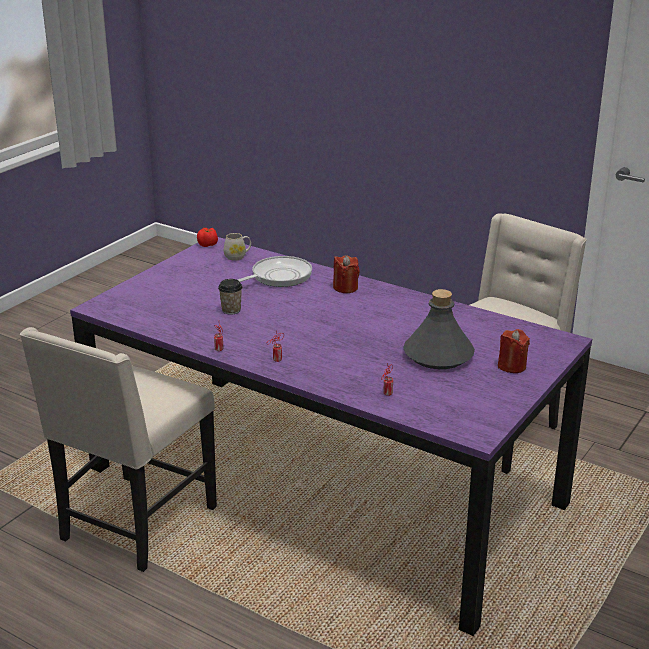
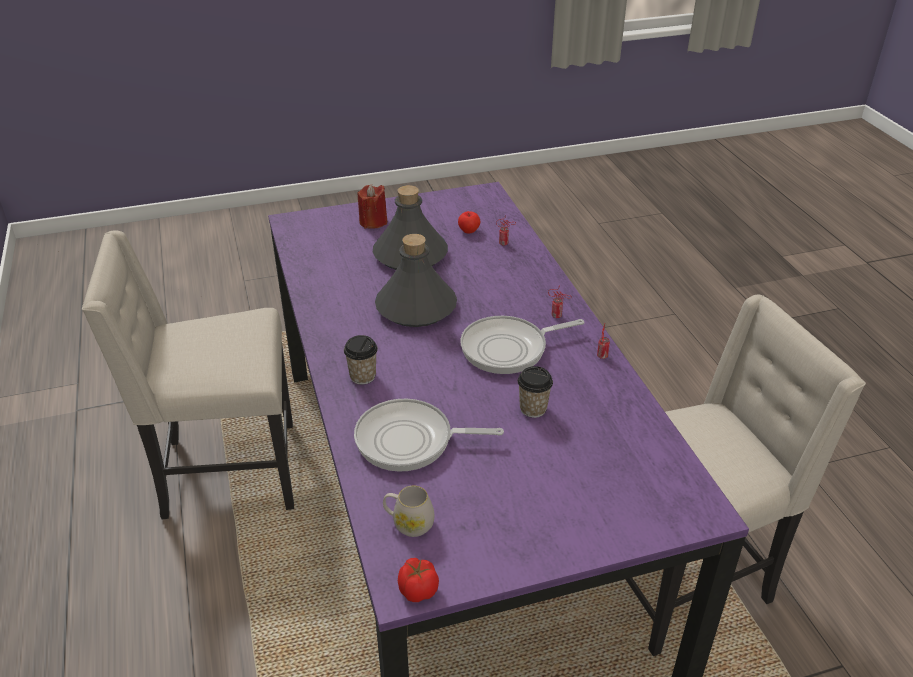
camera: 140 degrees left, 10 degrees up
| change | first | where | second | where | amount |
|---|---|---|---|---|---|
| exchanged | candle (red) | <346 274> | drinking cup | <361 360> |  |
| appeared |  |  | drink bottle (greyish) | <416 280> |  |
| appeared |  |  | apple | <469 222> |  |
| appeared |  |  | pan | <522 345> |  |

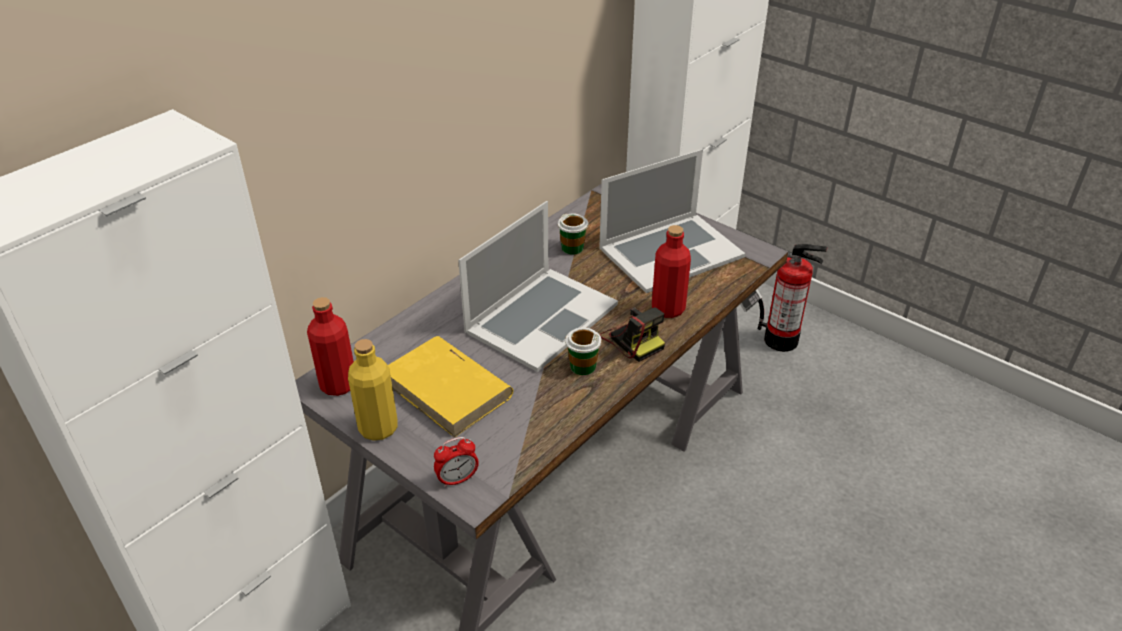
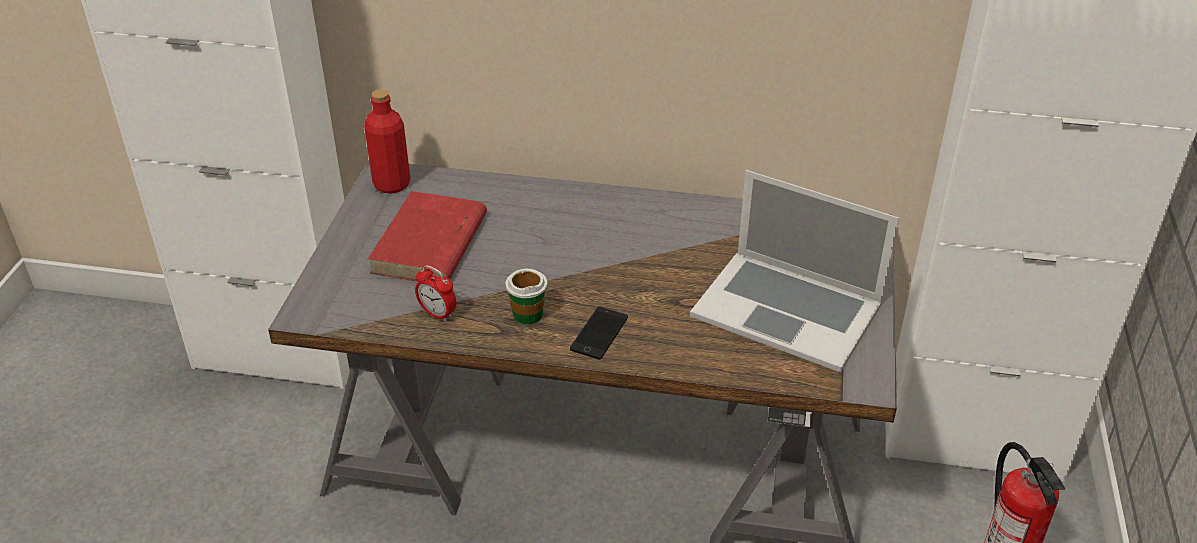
camera: 60 degrees right, 0 degrees up
| change | first | where | second | where | amount |
|---|---|---|---|---|---|
| missing | drink bottle (yellow-coloured) | <373 390> |  |  |  |
| colour | bound book (yellow-coloured) | <450 387> | bound book (red) | <427 236> |  |
| relocated | alarm clock | <456 462> |  | <436 293> |  |
| missing | portable computer | <538 286> |  |  |  |
| missing | drinking cup | <573 234> |  |  |  |
| exchanged | still camera | <632 334> | telephone | <599 333> |  |
| missing | drink bottle (red) | <671 271> |  |  |  |

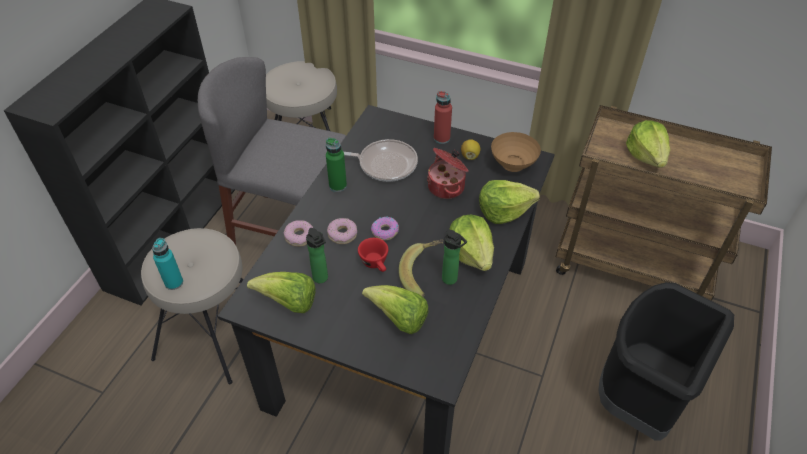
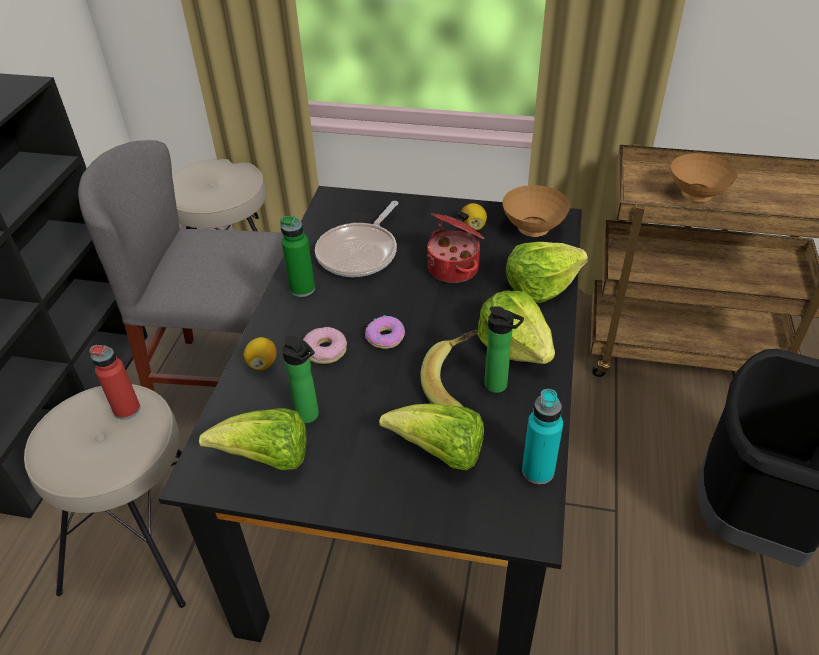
camera: 10 degrees left, 5 degrees down
| change | first | where | second | where | amount |
|---|---|---|---|---|---|
| relocated | drink bottle (turquoise) | <167 264> |  | <542 436> |  |
| exchanged | doughnut | <298 233> | citrus fruit | <260 353> |  |
| spun | pan | <381 160> |  | <357 239> | 120 degrees clockwise |
| missing | drinking cup (red) | <373 255> |  |  |  |
| relocated | drink bottle (red) | <443 117> |  | <114 382> |  |
| exchanged | lettuce | <648 144> | deep dish (brownish) | <704 177> |  |

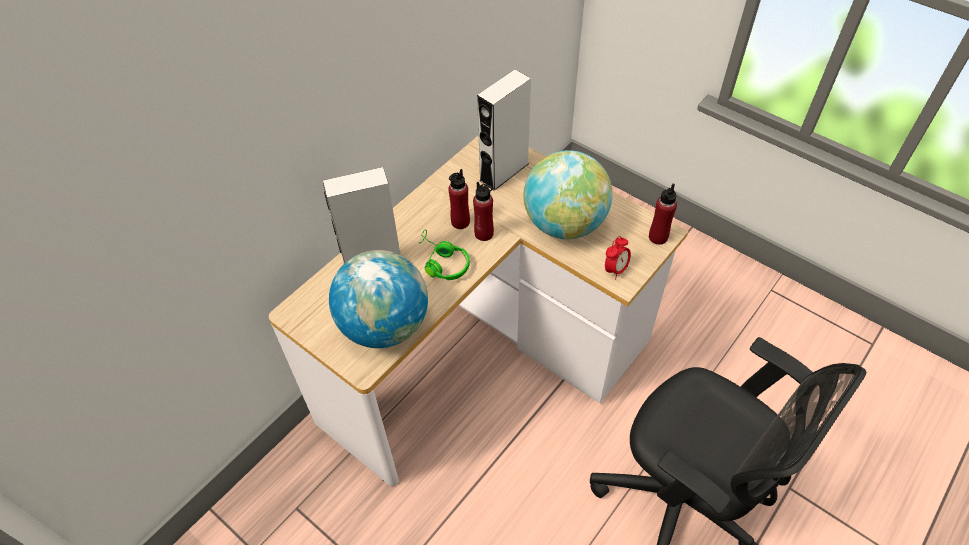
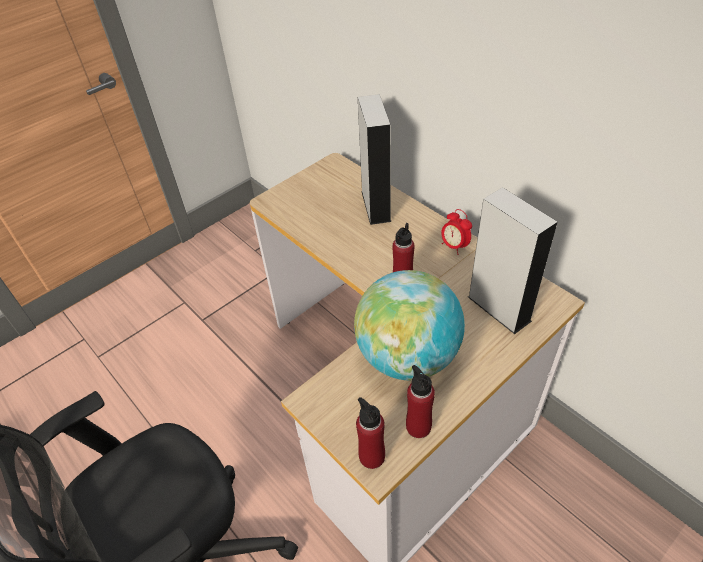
camera: 100 degrees right, 5 degrees down
| change | first | where | second | where | amount |
|---|---|---|---|---|---|
| missing | world globe | <378 299> |  |  |  |
| missing | headphones (greenish) | <444 255> |  |  |  |
| relocated | drink bottle (red) | <459 199> |  | <420 401> |  |
| relocated | alarm clock | <618 258> |  | <456 232> |  |

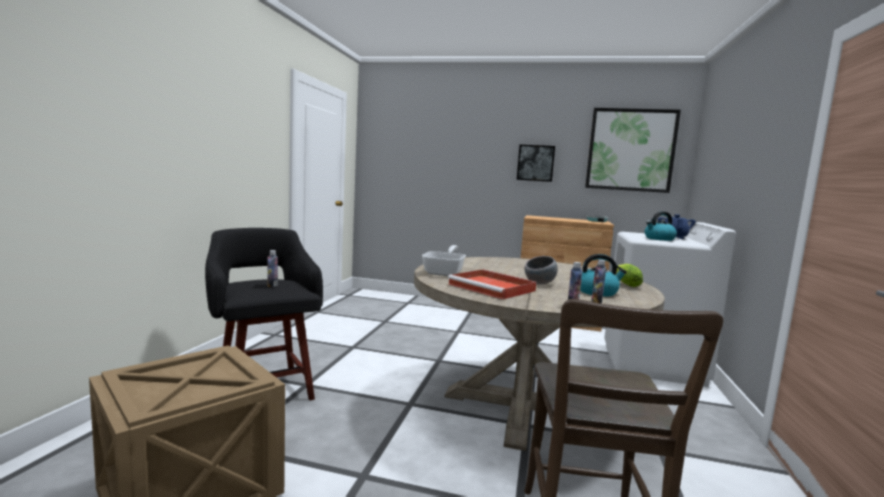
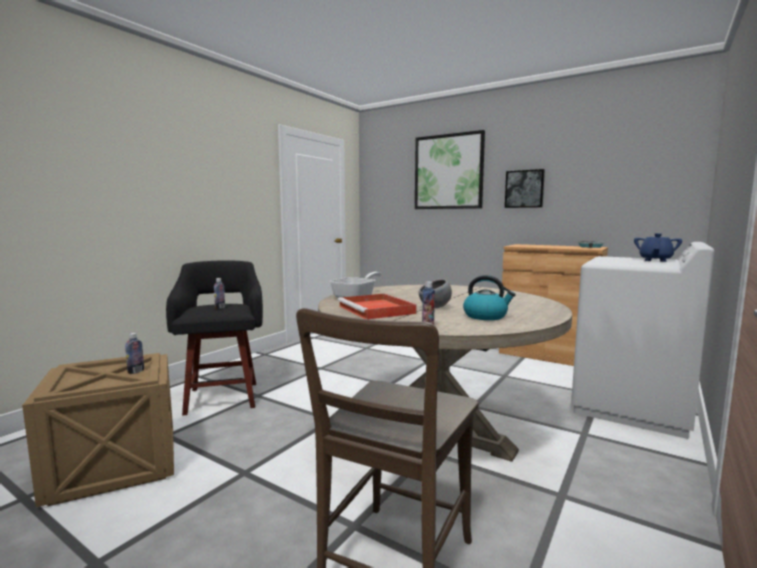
camera: 20 degrees right, 0 degrees up
| change | first | where | second | where | amount |
|---|---|---|---|---|---|
| relocated | wall picture | <633 150> |  | <450 169> |  |
| relocated | drink bottle | <598 281> |  | <134 353> |  |
| missing | lettuce | <629 275> |  |  |  |
| missing | tea kettle | <661 226> |  |  |  |

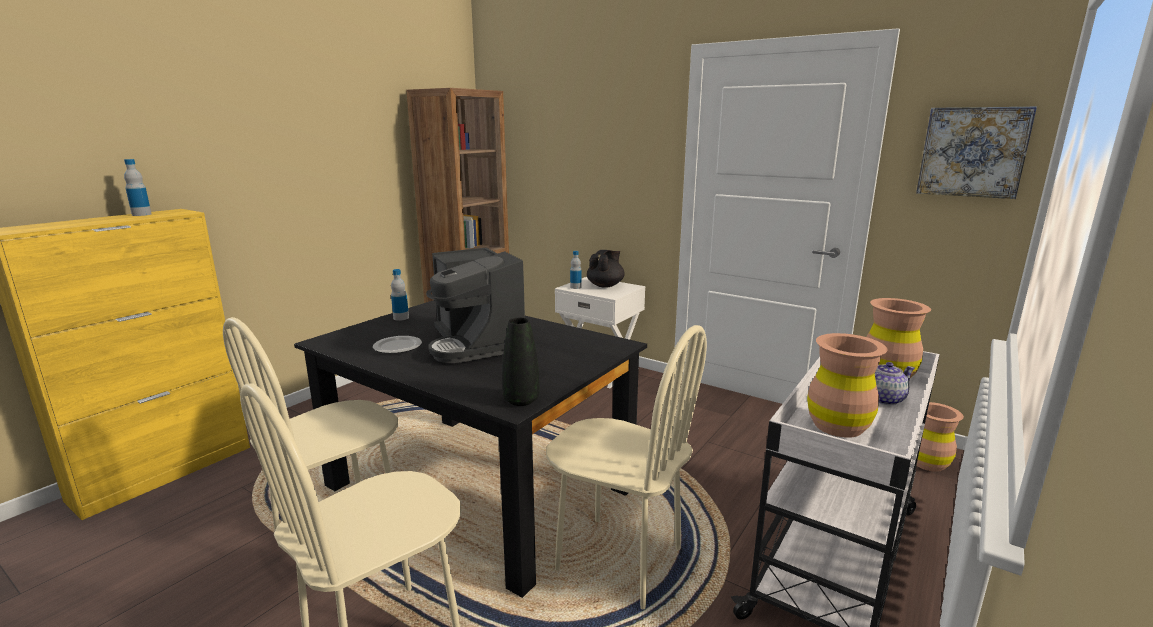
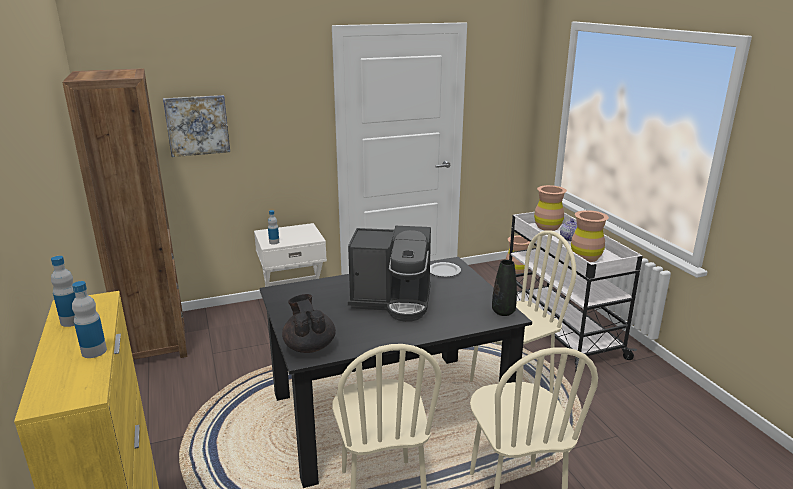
camera: 55 degrees left, 5 degrees up
| change | first | where | second | where | amount |
|---|---|---|---|---|---|
| relocated | plate | <397 344> |  | <445 269> |  |
| relocated | drink bottle | <400 295> |  | <89 319> |  |
| relocated | pot for tea (black-coloured) | <606 269> |  | <309 323> |  |
| relocated | wall picture | <976 152> |  | <196 126> |  |

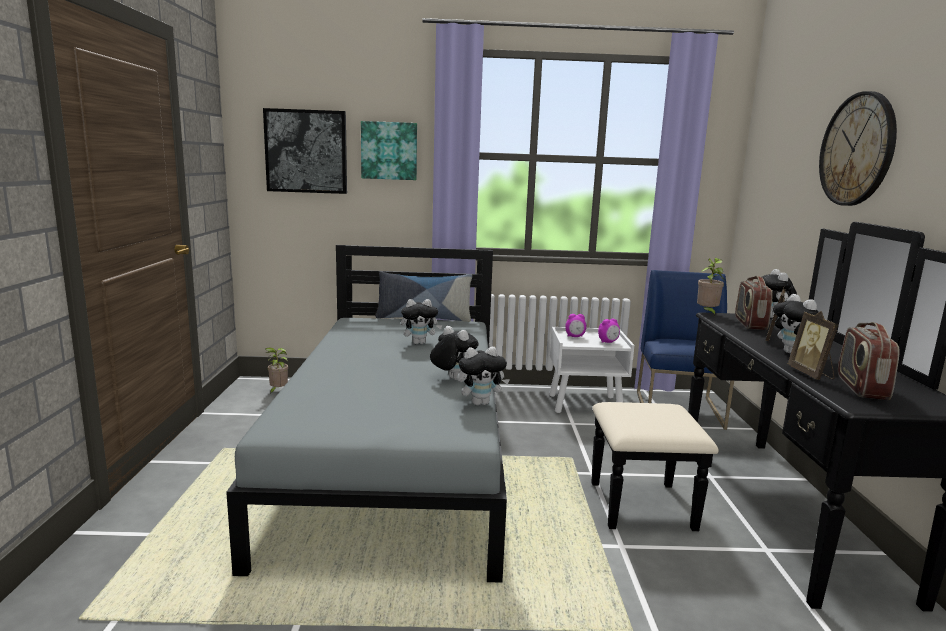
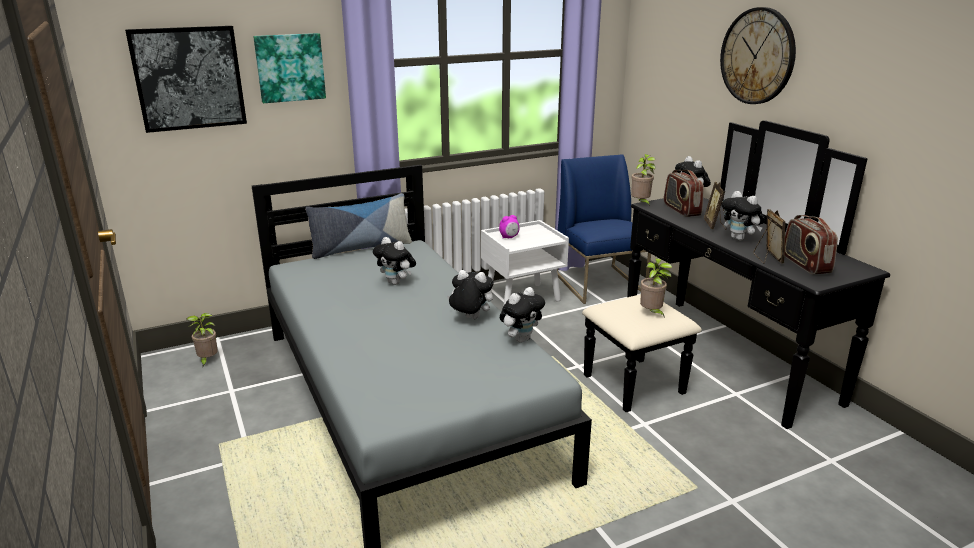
camera: 25 degrees left, 10 degrees up
| change | first | where | second | where | amount |
|---|---|---|---|---|---|
| spun | plush toy | <421 321> |  | <394 261> | 75 degrees clockwise |
| missing | alarm clock | <609 330> |  |  |  |
| spun | standing frame | <813 345> |  | <769 236> | 150 degrees counterclockwise |
| appeared |  |  | houseplant | <656 288> |  |

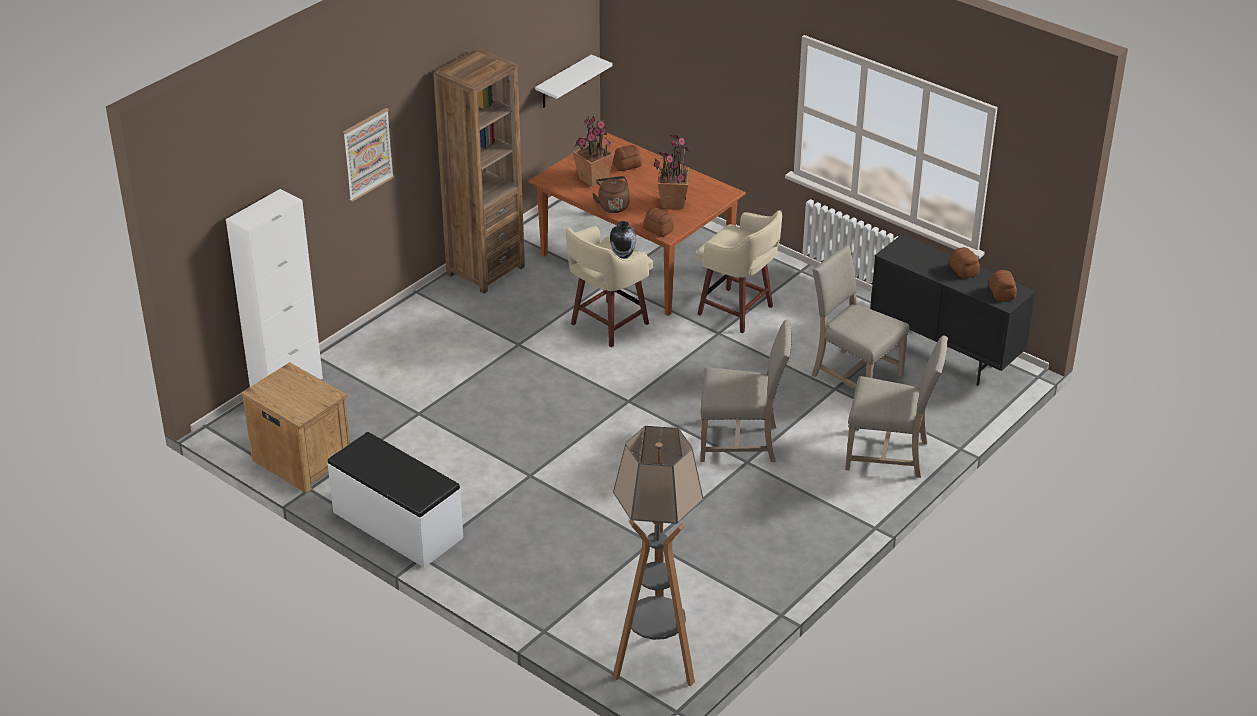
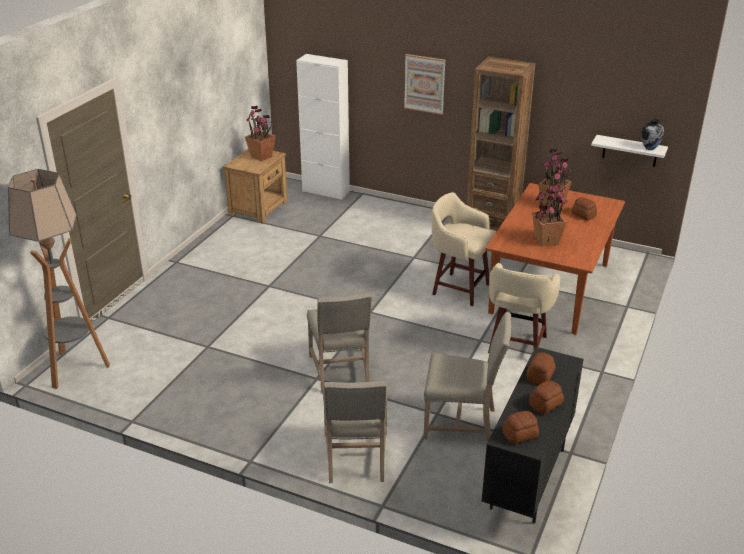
camera: 75 degrees right, 5 degrees down
| change | first | where | second | where | amount |
|---|---|---|---|---|---|
| missing | long seat (whitish) | <395 500> |  |  |  |
| missing | tea kettle (brownish) | <610 194> |  |  |  |
| relocated | flower vase | <623 240> |  | <653 134> |  |
| relocated | baked bread | <658 222> |  | <541 368> |  |
| spun | upright chair (sand-coloured) | <860 317> |  | <467 376> | 75 degrees clockwise |
| appeared |  |  | houseplant | <260 133> |  |

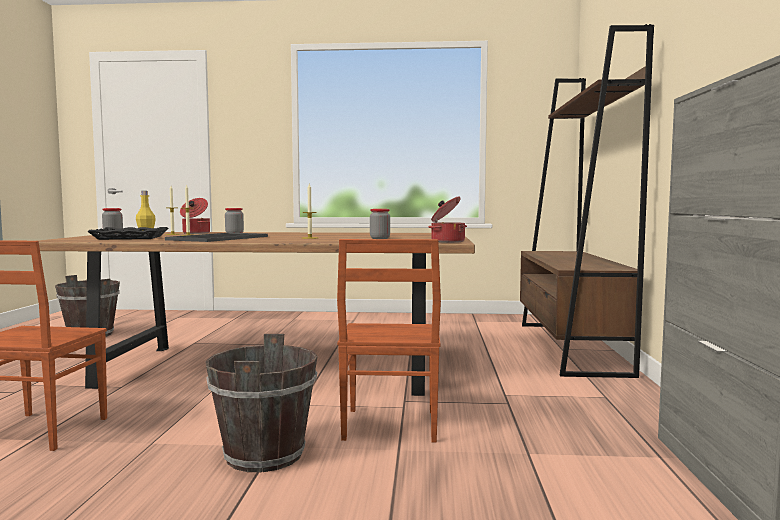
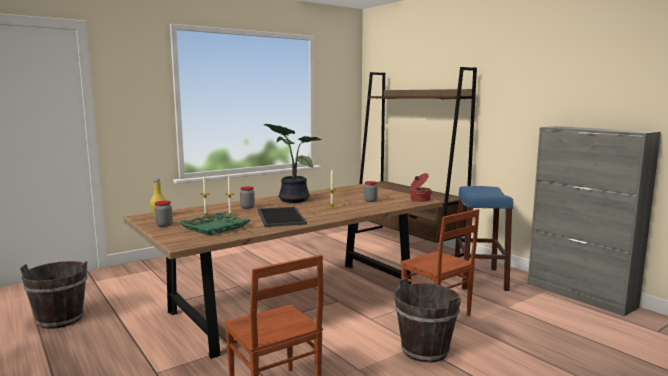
camera: 40 degrees left, 5 degrees up
| change | first | where | second | where | amount |
|---|---|---|---|---|---|
| colour | carrying tray (black-coloured) | <127 233> | carrying tray (greenish) | <214 224> |  |
| missing | cooking pot | <195 216> |  |  |  |
| appeared |  |  | houseplant | <292 163> |  |
| appeared |  |  | sitting stool (blue) | <484 238> |  |

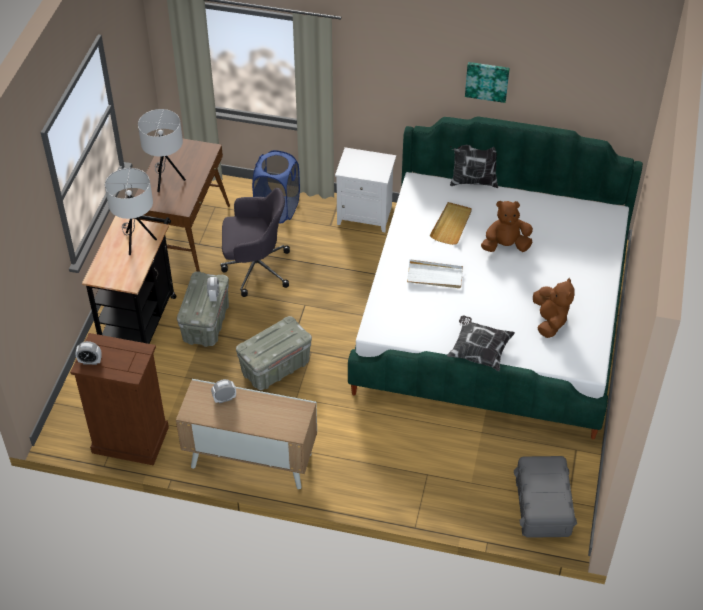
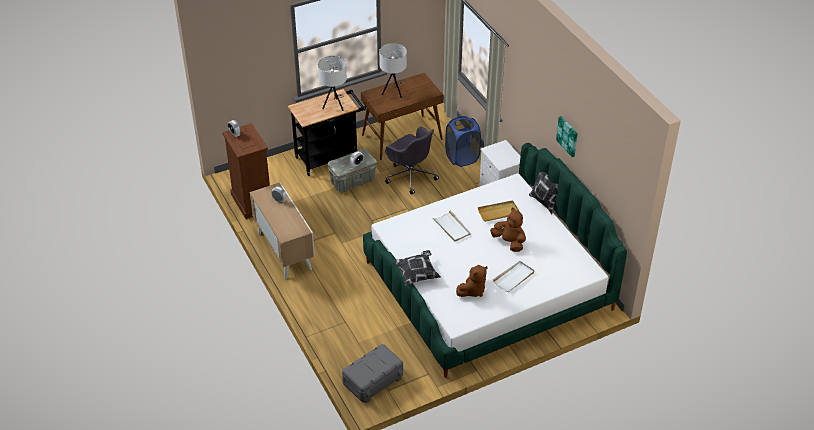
camera: 50 degrees right, 5 degrees down
| change | first | where | second | where | amount |
|---|---|---|---|---|---|
| missing | storage bin (greyish) | <274 353> |  |  |  |
| appeared |  |  | carrying tray (whitish) | <513 276> |  |

